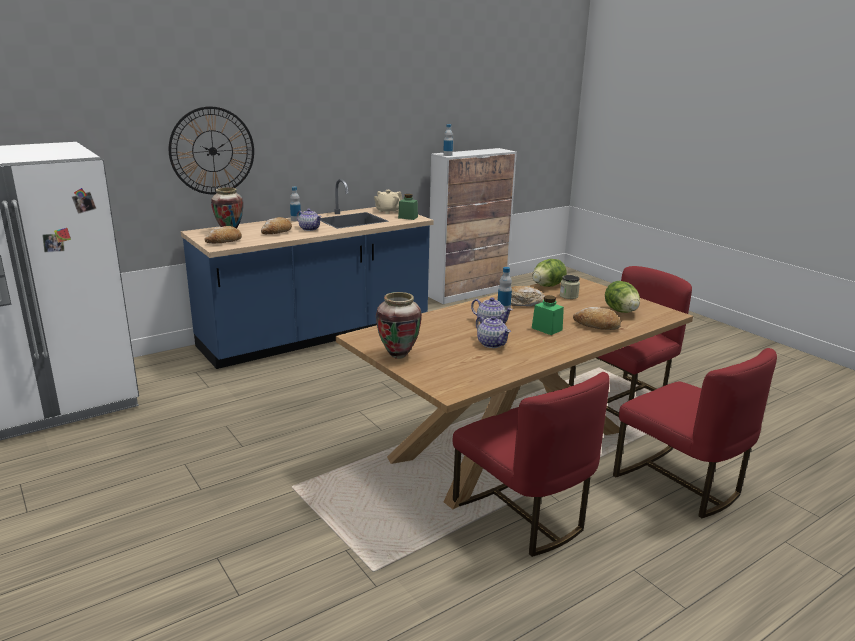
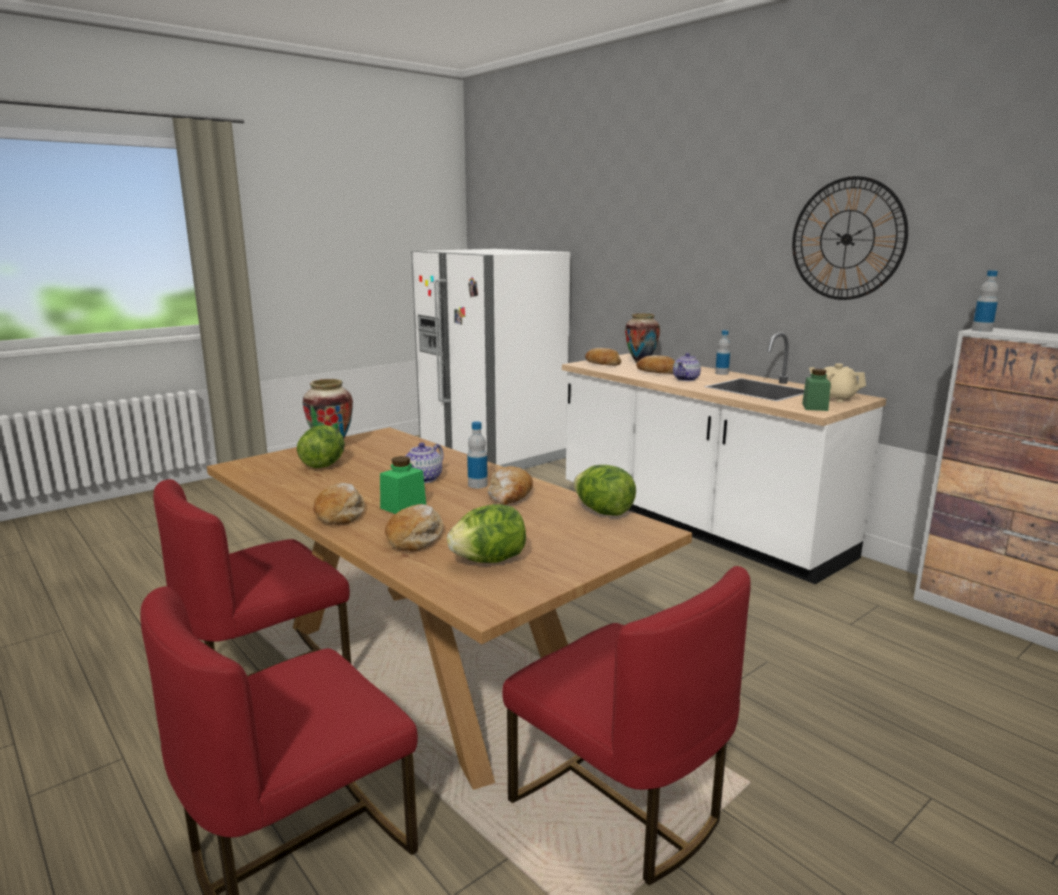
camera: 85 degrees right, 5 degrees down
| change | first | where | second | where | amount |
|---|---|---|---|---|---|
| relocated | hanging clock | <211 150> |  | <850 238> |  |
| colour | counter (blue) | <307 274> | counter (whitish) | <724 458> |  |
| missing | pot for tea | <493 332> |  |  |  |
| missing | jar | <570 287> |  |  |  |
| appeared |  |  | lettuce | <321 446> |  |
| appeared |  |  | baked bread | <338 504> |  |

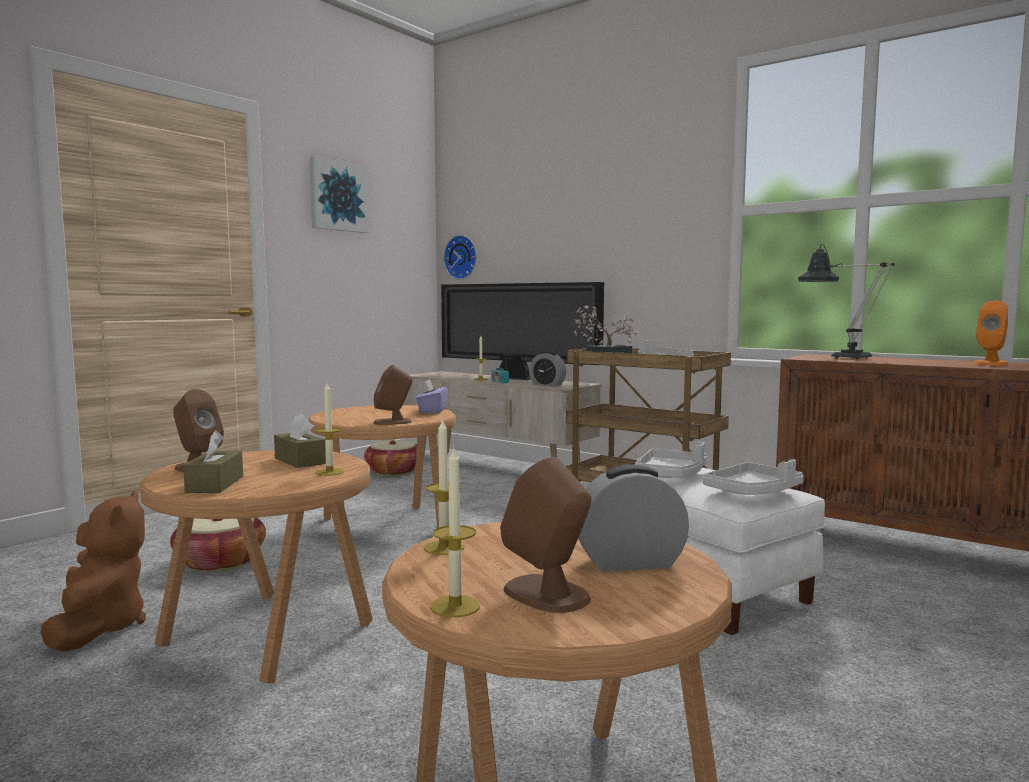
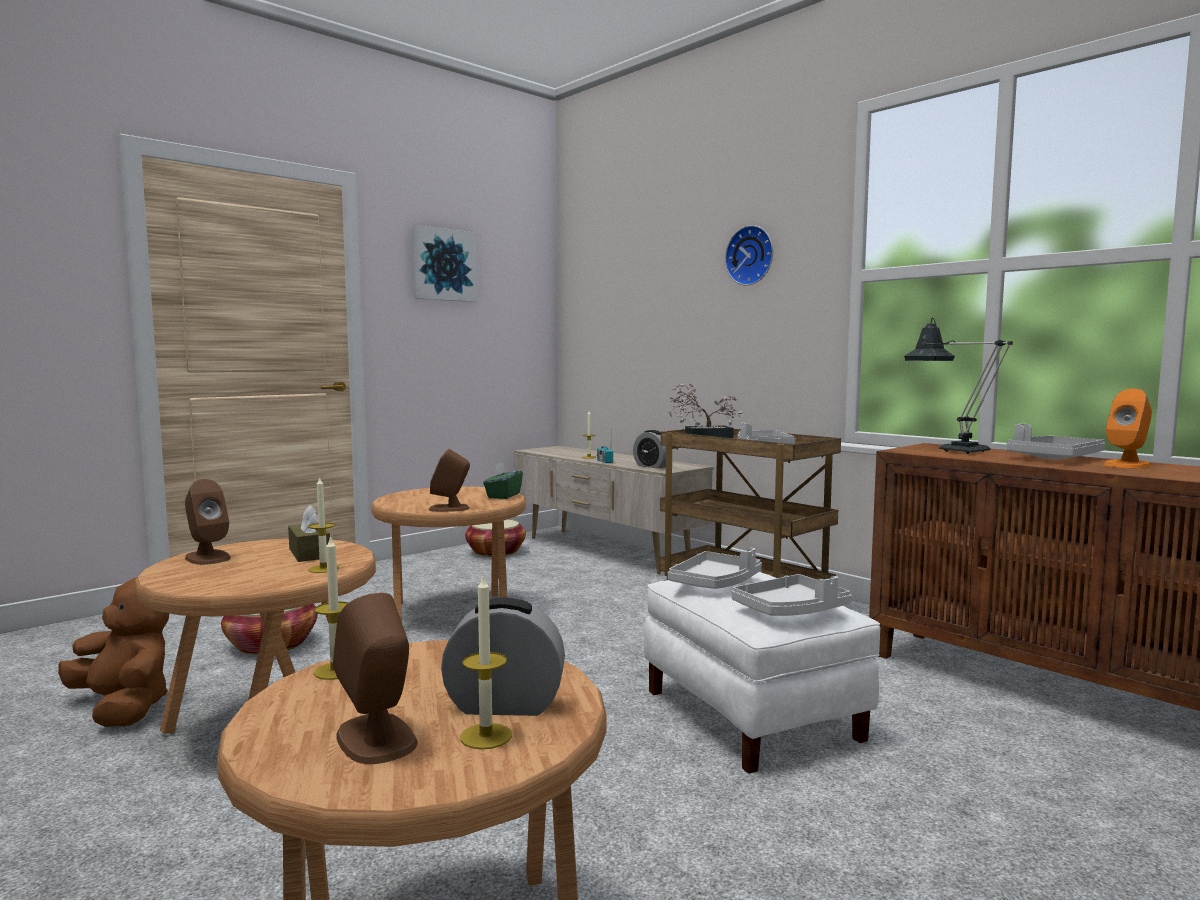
camera: 10 degrees right, 0 degrees up
| change | first | where | second | where | amount |
|---|---|---|---|---|---|
| spun | plush toy (brownish) | <93 571> |  | <113 652> | 45 degrees counterclockwise |
| missing | tissue box (brownish) | <213 461> |  |  |  |
| colour | tissue box (purple-coloured) | <432 396> | tissue box (greenish) | <503 480> |  |
| relocated | candle | <455 531> |  | <486 663> |  |
| missing | TV set | <522 331> |  |  |  |
| relocated | hanging clock | <460 257> |  | <749 255> |  |
| appeared |  |  | carrying tray (greyish) | <1056 441> |  |

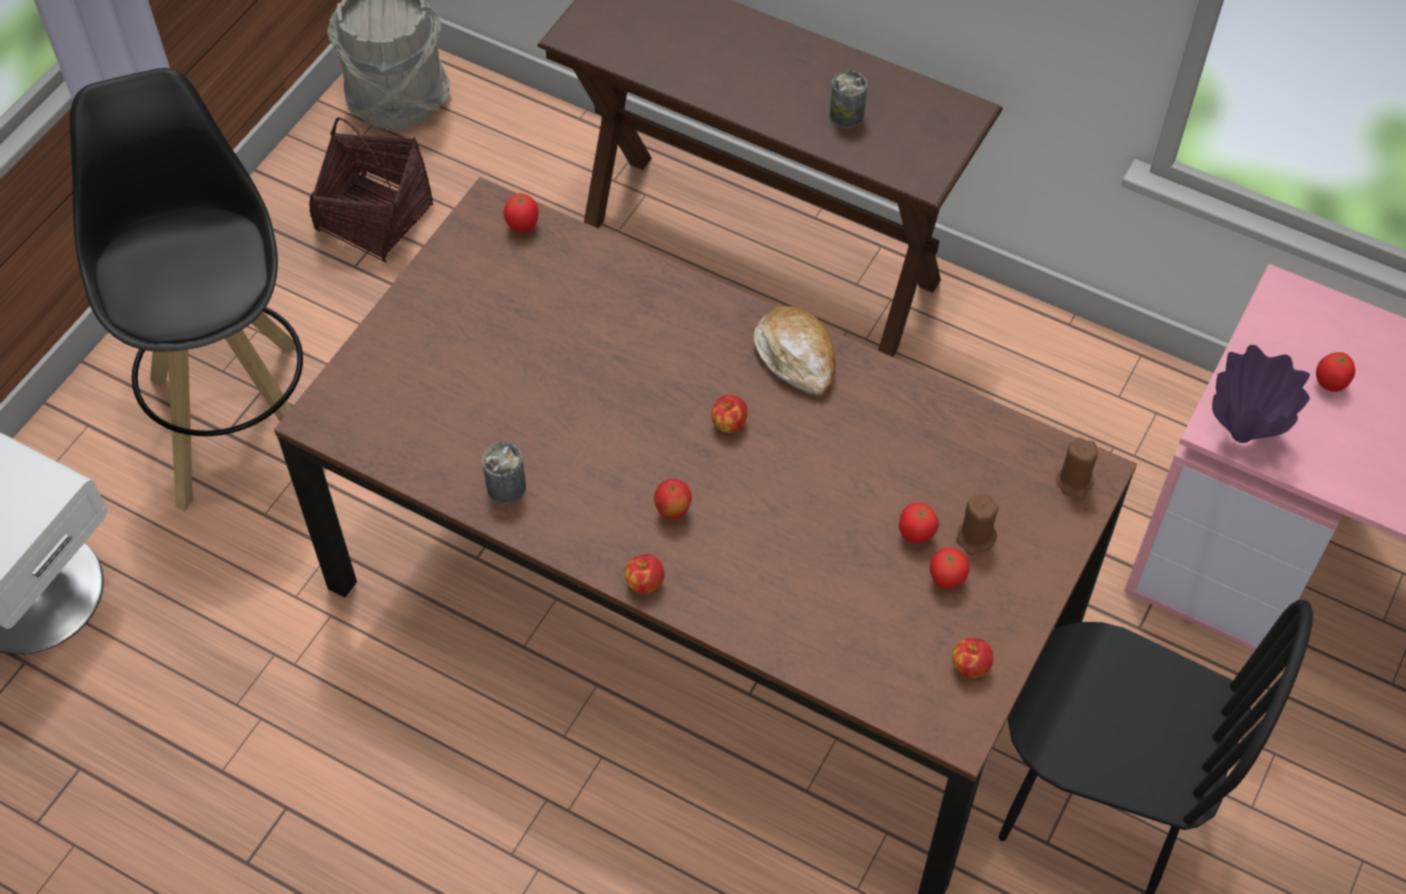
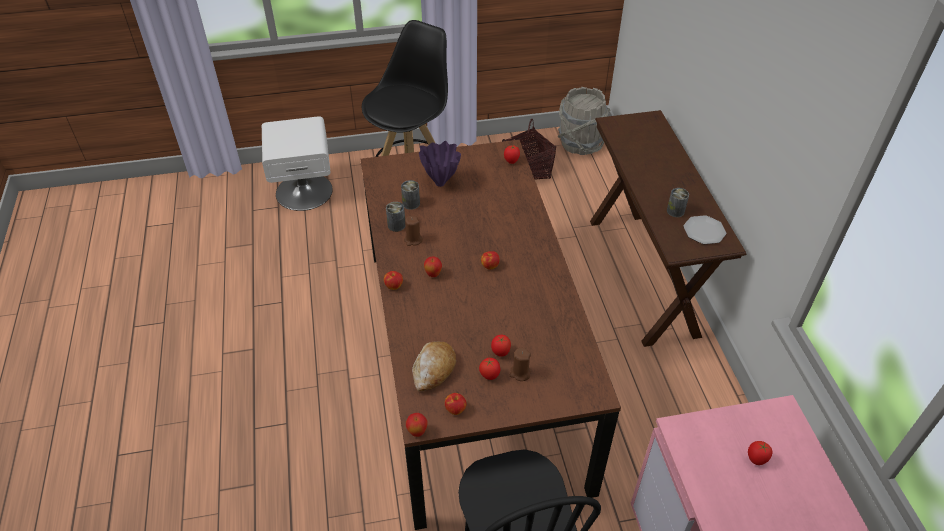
camera: 50 degrees right, 10 degrees down
| change | first | where | second | where | amount |
|---|---|---|---|---|---|
| relocated | baked bread | <795 350> |  | <434 366> |  |
| relocated | candle (brownish) | <1077 468> |  | <413 231> |  |
| relocated | flower vase (purple-coloured) | <1261 394> |  | <440 164> |  |
| appeared |  |  | metal can | <410 195> |  |
| appeared |  |  | apple | <416 425> |  |
| appeared |  |  | plate | <704 229> |  |

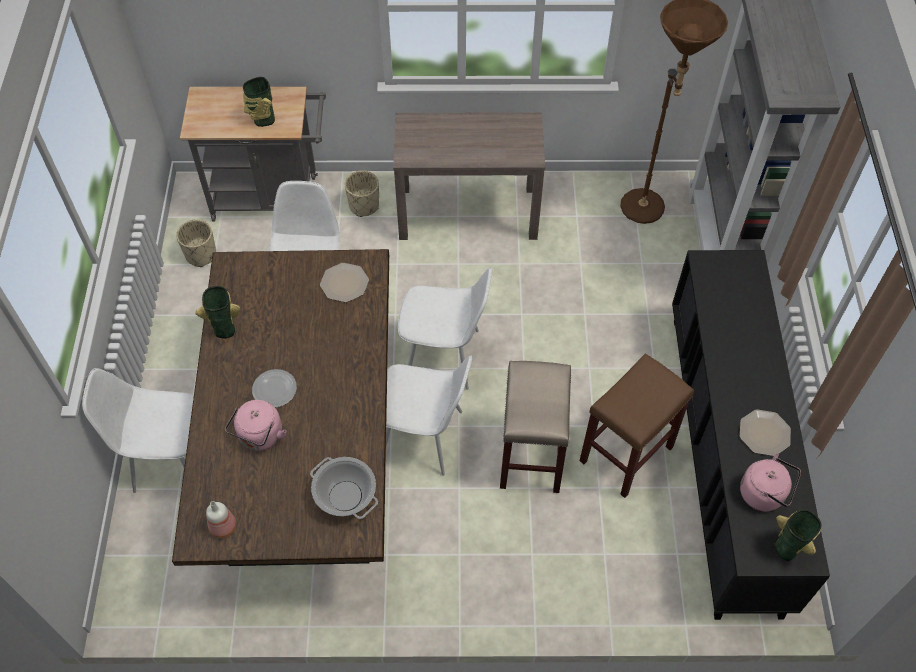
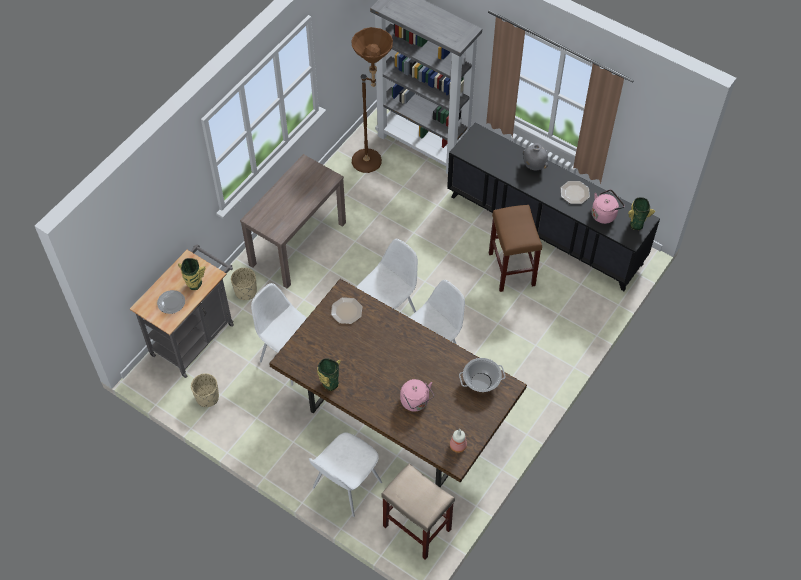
camera: 55 degrees left, 0 degrees up
| change | first | where | second | where | amount |
|---|---|---|---|---|---|
| relocated | plate | <274 388> |  | <171 302> |  |
| relocated | sitting stool (sand-coloured) | <535 427> |  | <418 511> |  |
| appeared |  |  | flower vase (greyish) | <535 156> |  |

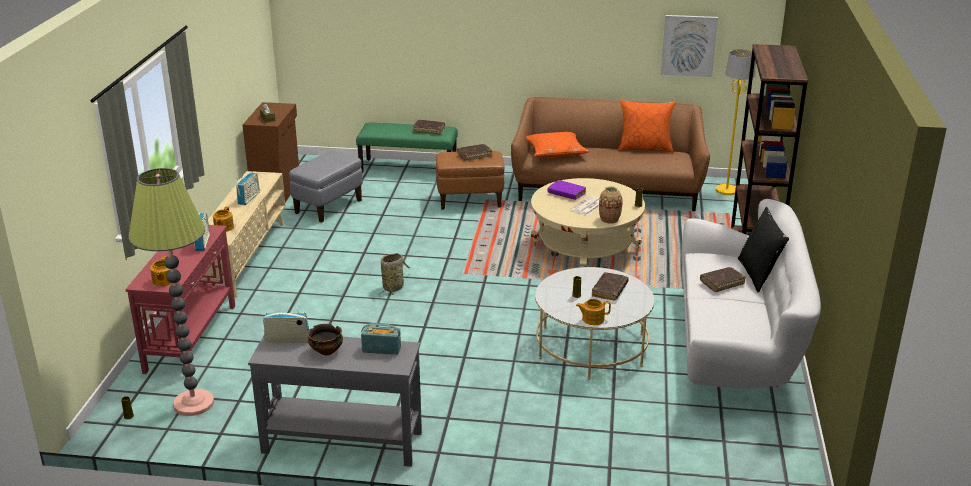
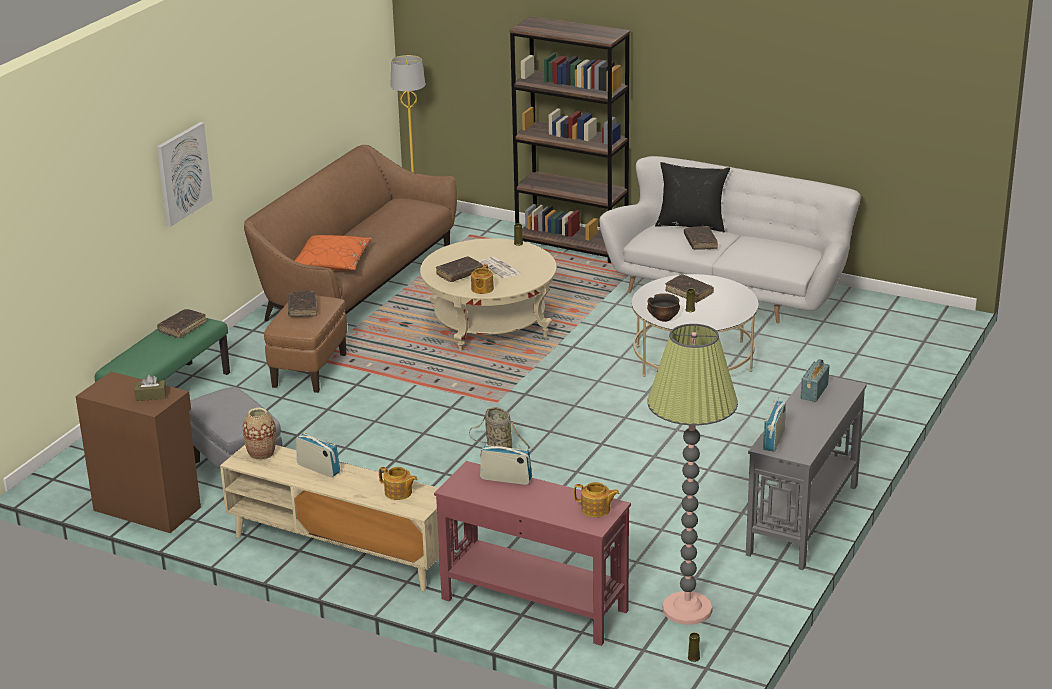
camera: 70 degrees left, 0 degrees up
| change | first | where | second | where | amount |
|---|---|---|---|---|---|
| relocated | deep dish | <325 339> |  | <663 307> |  |
| colour | bound book (purple-coloured) | <567 190> | bound book (brownish) | <459 269> |  |
| relocated | pot for tea | <593 312> |  | <482 279> |  |
| relocated | flower vase | <611 205> |  | <259 434> |  |
| missing | throw pillow (orange) | <647 126> |  |  |  |
| relocated | wall picture | <689 46> |  | <185 174> |  |

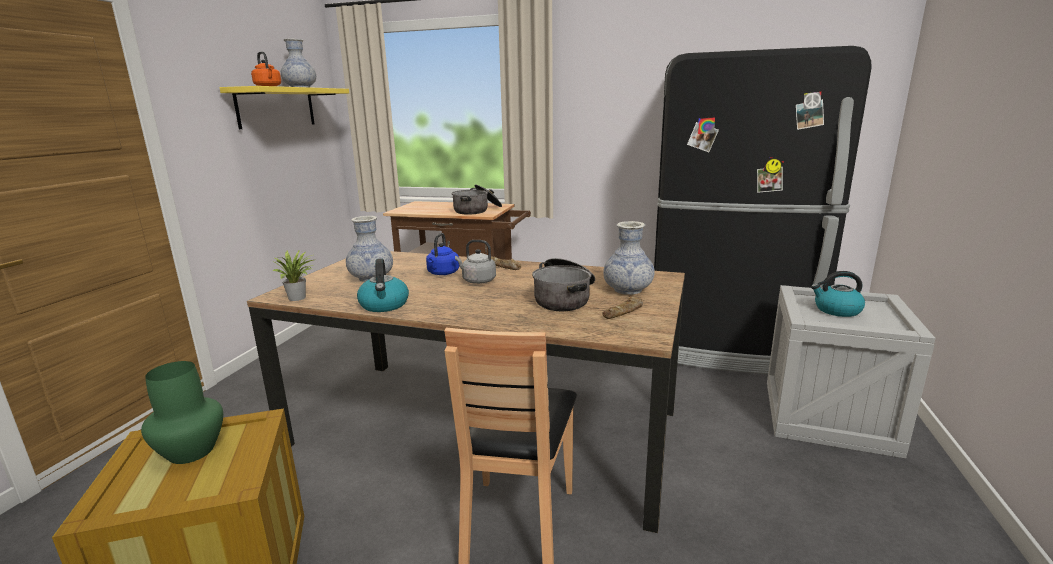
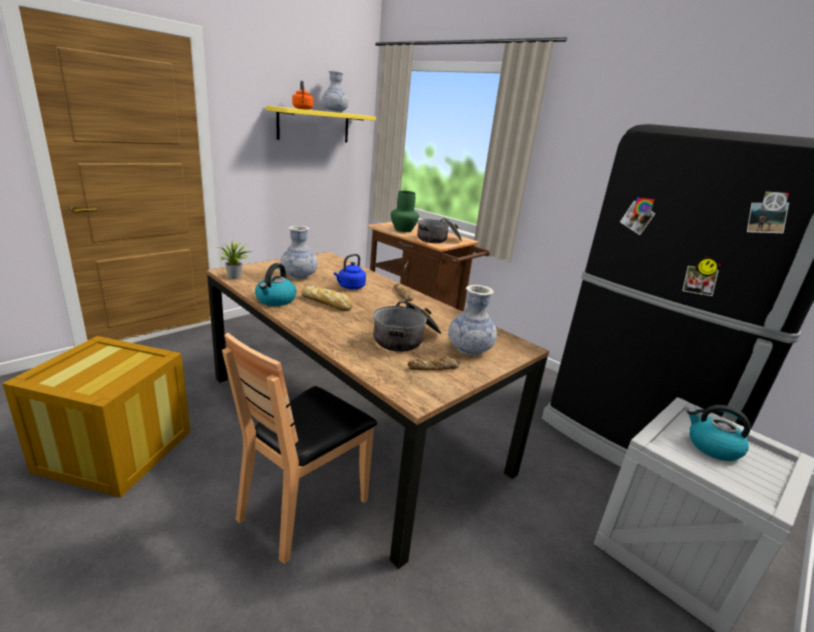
camera: 25 degrees right, 5 degrees up
| change | first | where | second | where | amount |
|---|---|---|---|---|---|
| relocated | flower vase (greenish) | <182 412> |  | <405 211> |  |
| missing | tea kettle (greyish) | <475 262> |  |  |  |
| appeared |  |  | baked bread | <327 298> |  |

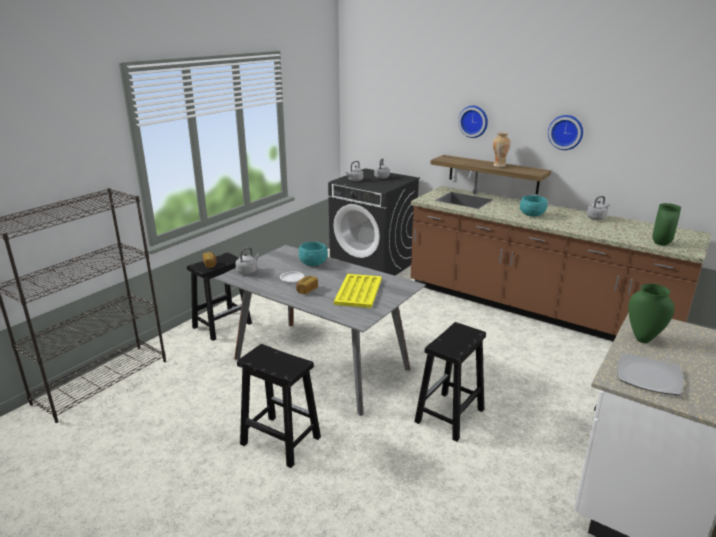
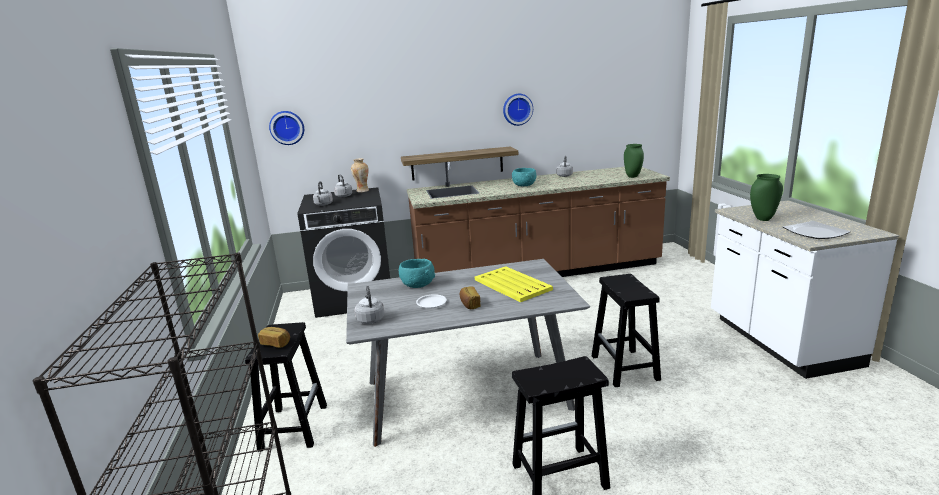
camera: 45 degrees left, 5 degrees down
| change | first | where | second | where | amount |
|---|---|---|---|---|---|
| relocated | hanging clock | <473 122> |  | <286 128> |  |
| relocated | flower vase | <502 149> |  | <360 175> |  |

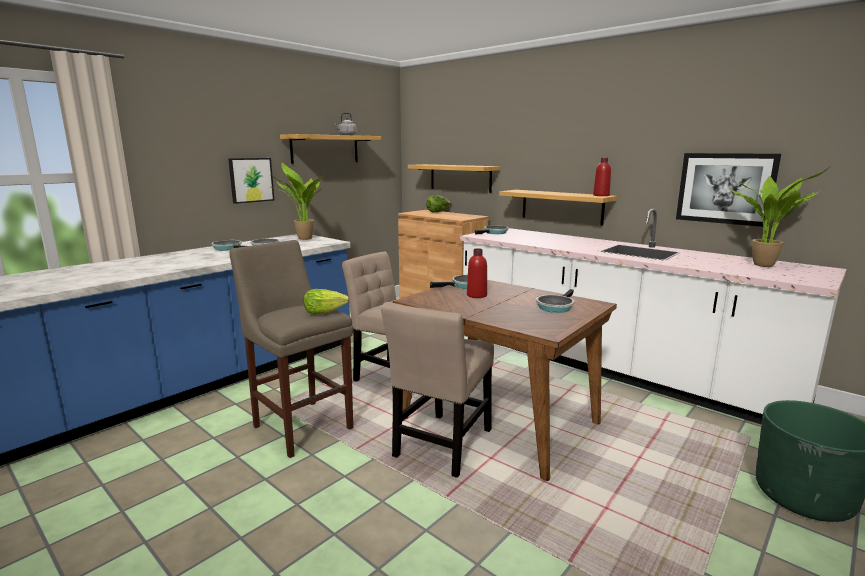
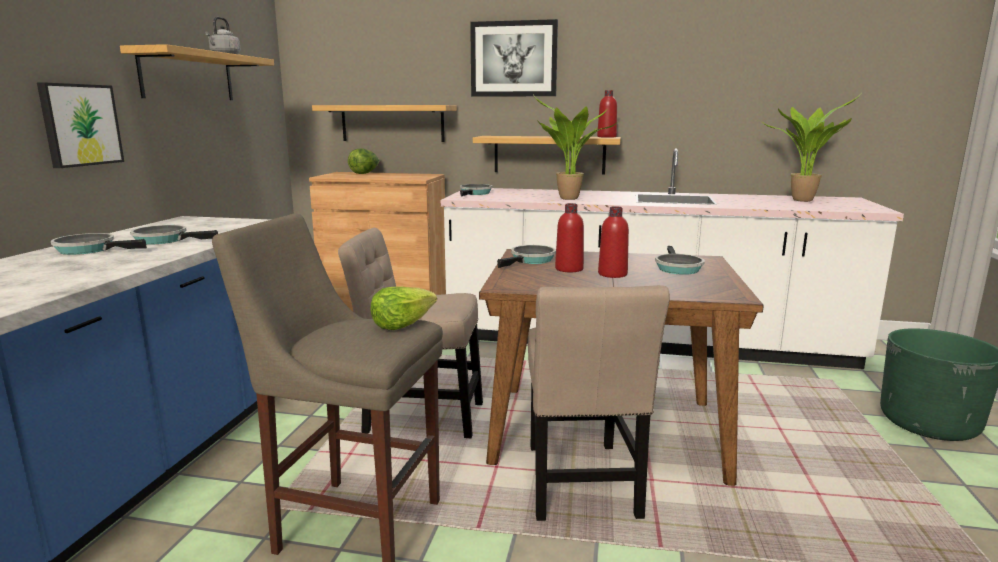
camera: 30 degrees left, 0 degrees up
| change | first | where | second | where | amount |
|---|---|---|---|---|---|
| relocated | houseplant | <296 201> |  | <576 148> |  |
| relocated | wall picture | <728 190> |  | <514 58> |  |
| appeared |  |  | drink bottle (red) | <613 242> |  |

